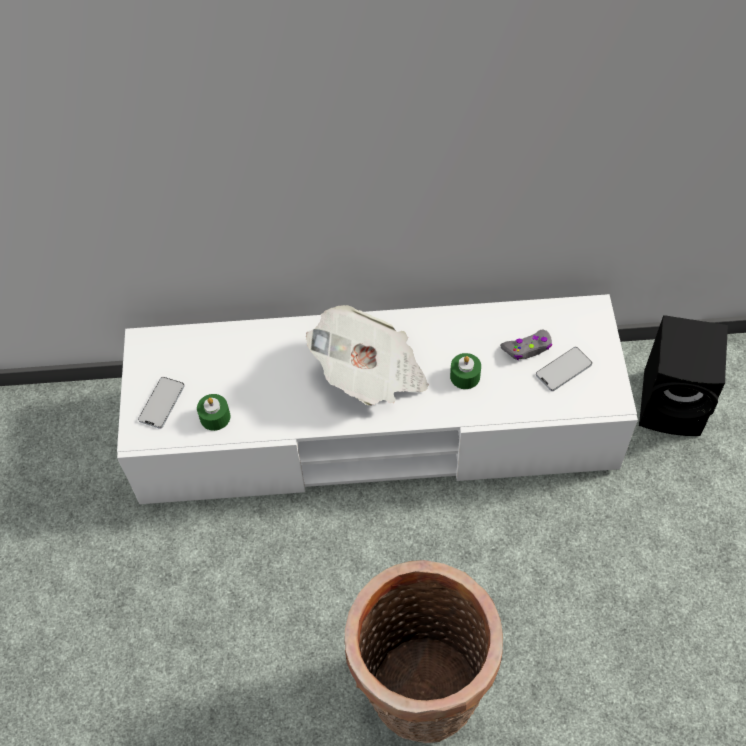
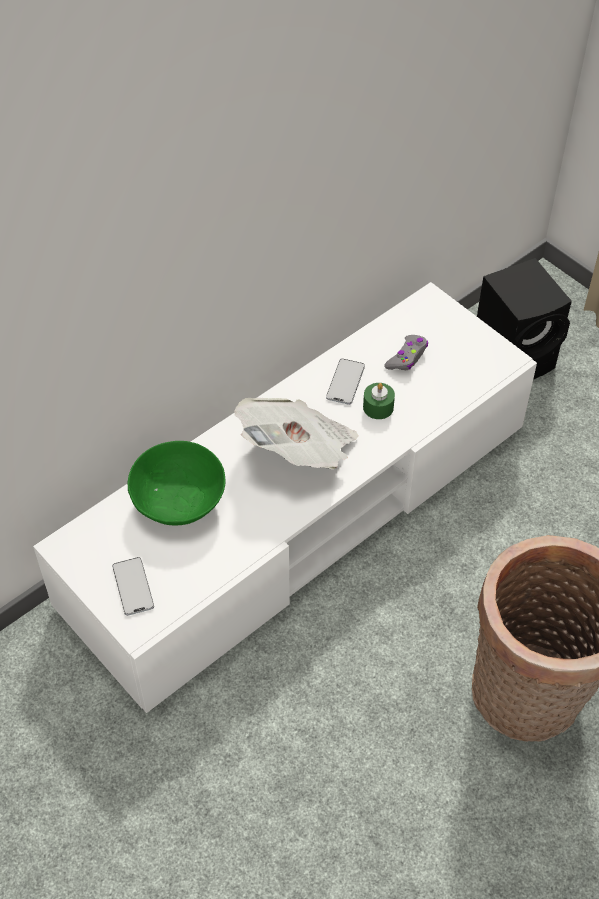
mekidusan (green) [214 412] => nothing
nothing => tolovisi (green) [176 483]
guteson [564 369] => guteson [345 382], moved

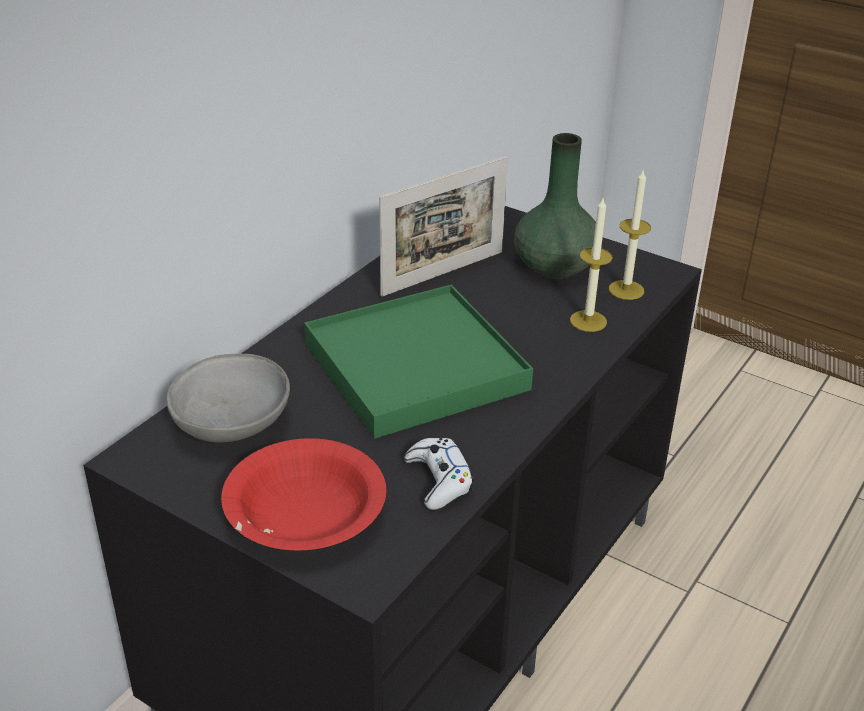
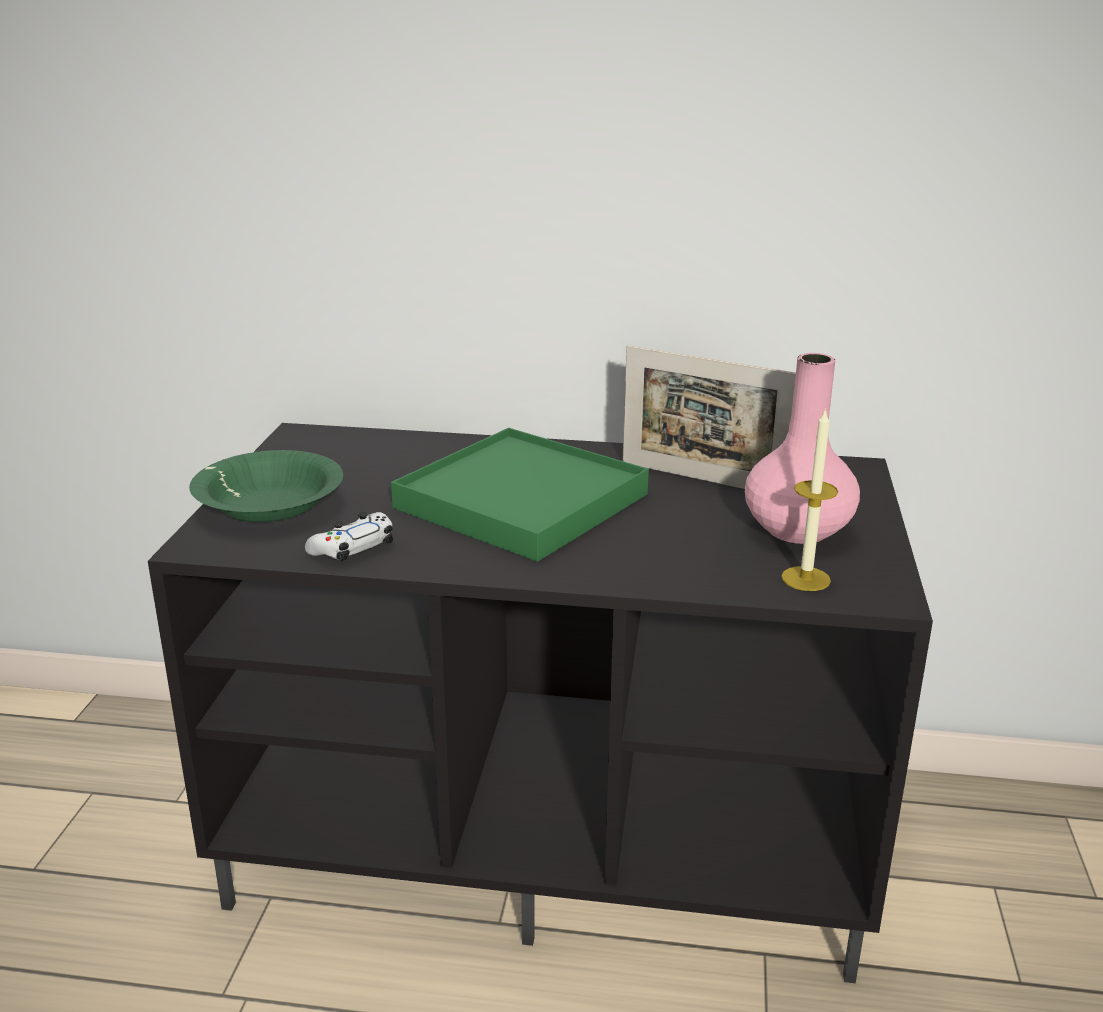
tolovisi (grey) [228 398] => nothing
mekidusan [591 264] => nothing
tolovisi (red) [303 494] => tolovisi (green) [266 486]
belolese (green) [555 206] => belolese (pink) [802 448]

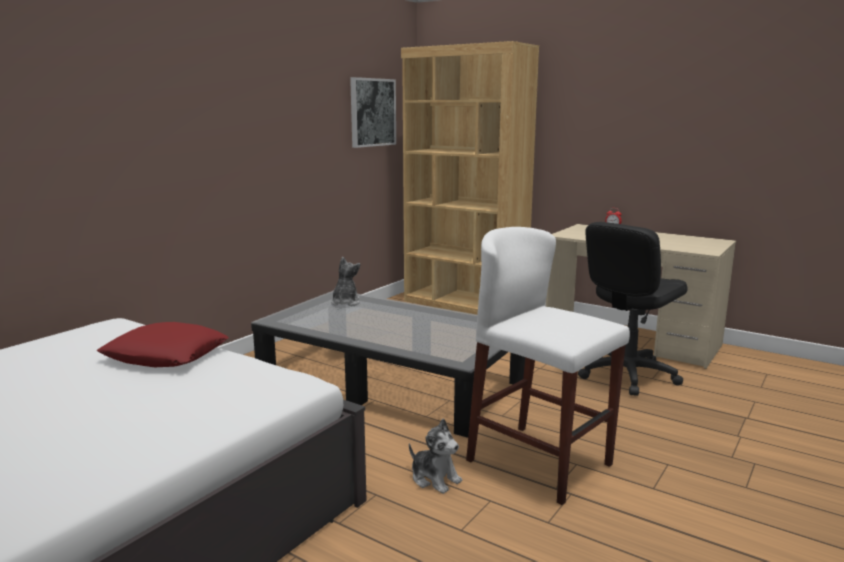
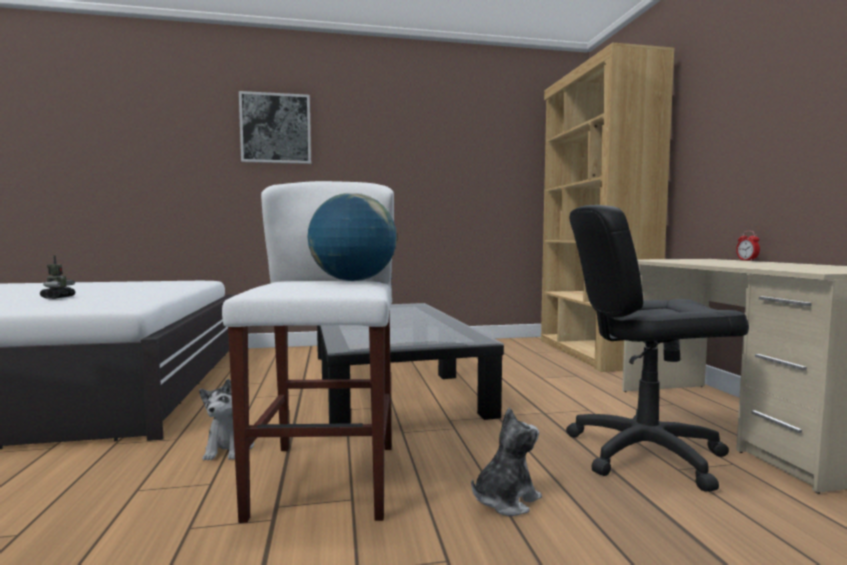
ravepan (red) [163 344] => nothing
nothing => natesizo [57 277]
nothing => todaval [352 237]
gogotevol [345 281] => gogotevol [506 462], moved
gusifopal [373 112] => gusifopal [275 127], moved

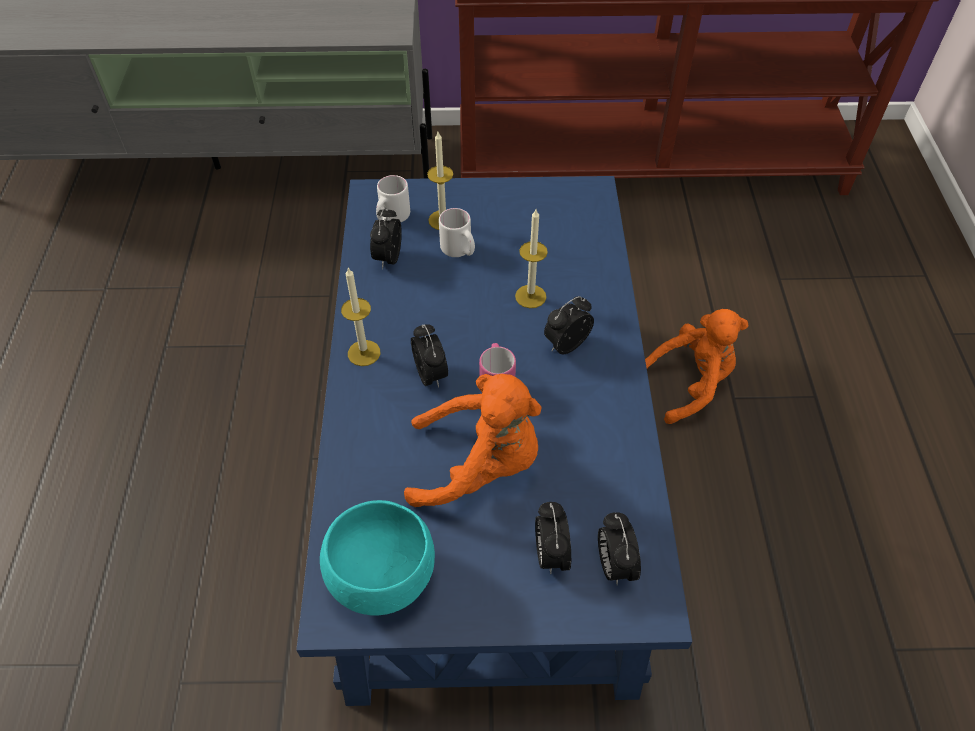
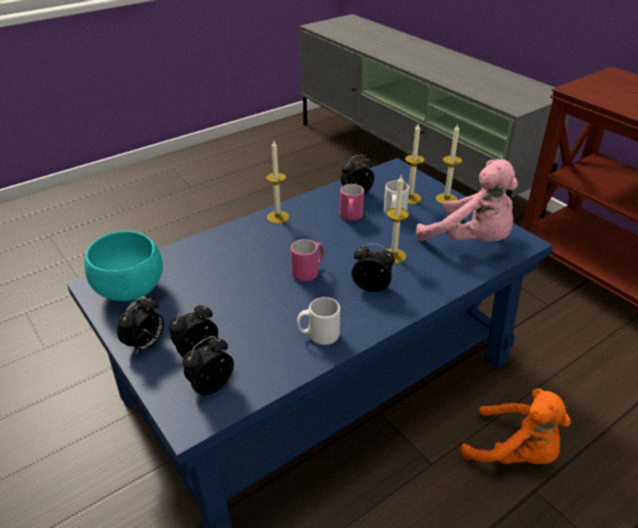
gogotevol (orange) [472 440] => nothing
nothing => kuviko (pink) [352 202]
nothing => gogotevol (pink) [467 200]
nothing => mekidusan [449 164]
kuviko (white) [393 198] => kuviko (white) [318 321], moved
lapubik [429 356] => lapubik [140 325], moved

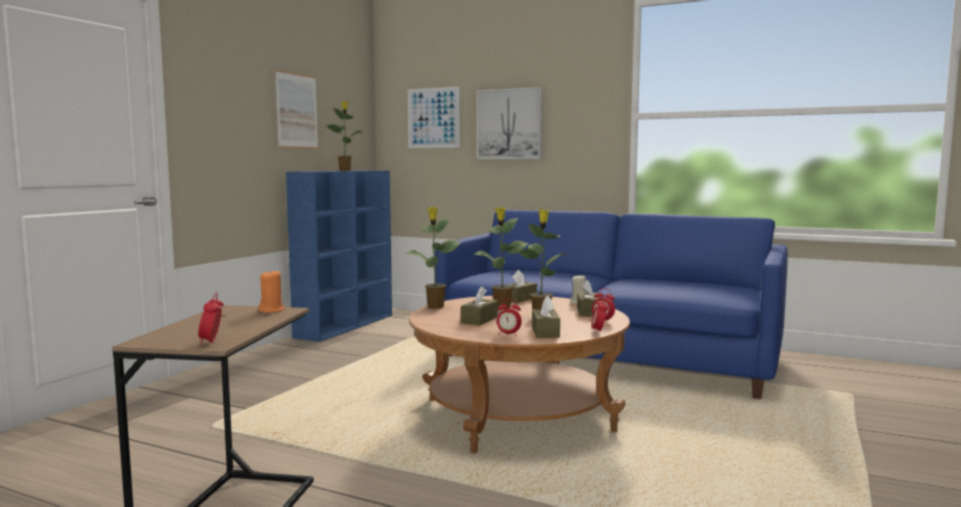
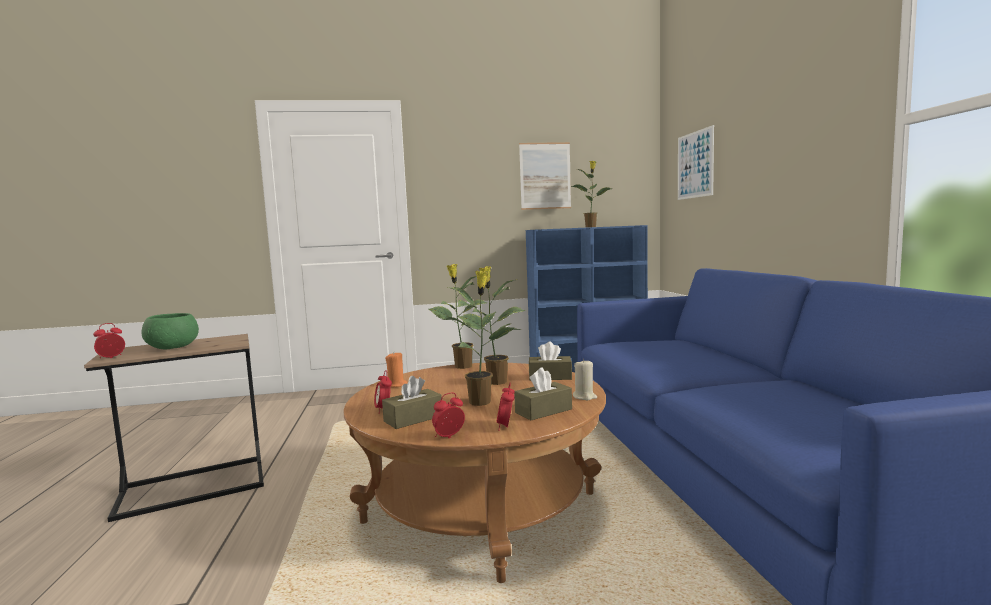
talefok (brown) [479 305] => nothing
gusifopal [510 123] => nothing
nothing => tolovisi (green) [170 331]
mekidusan (orange) [271 291] => mekidusan (orange) [396 370], moved

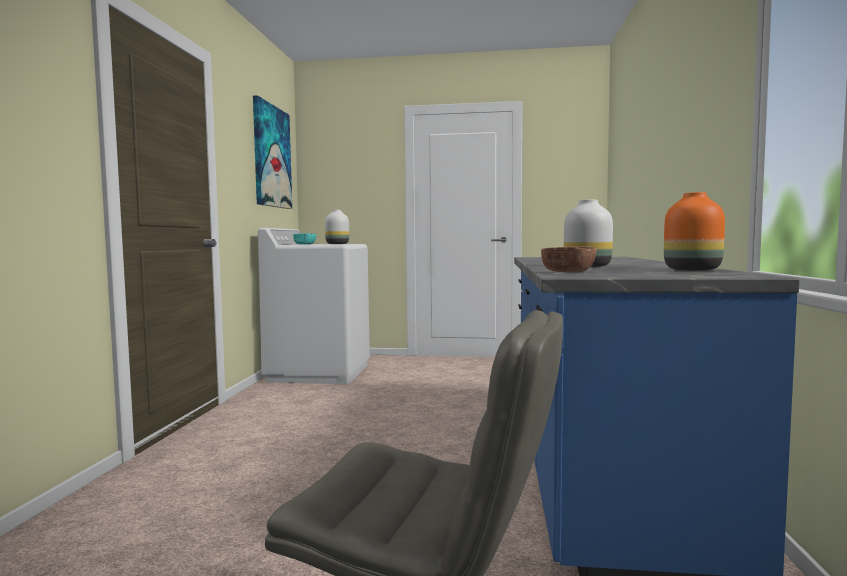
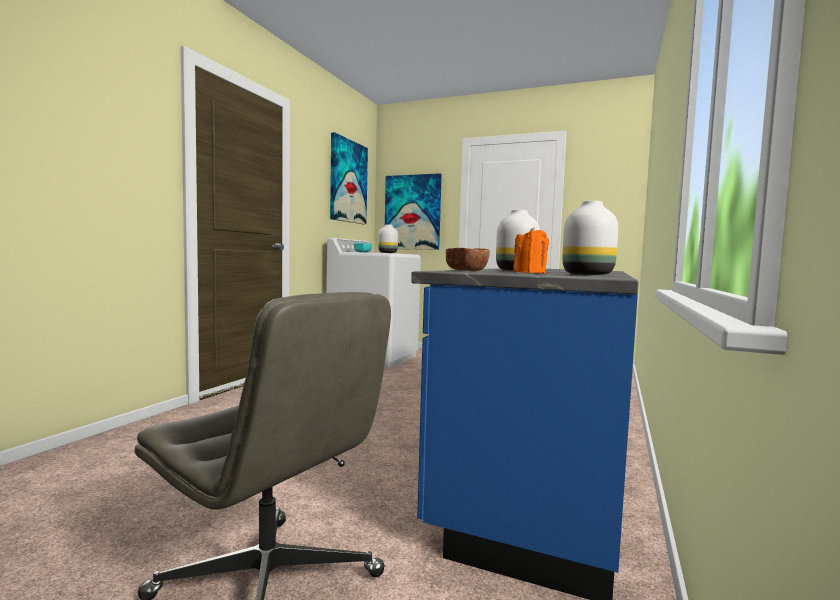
nothing => gusifopal [413 211]
nothing => mekidusan (orange) [531 250]
belolese (orange) [694 231] => belolese (white) [590 238]

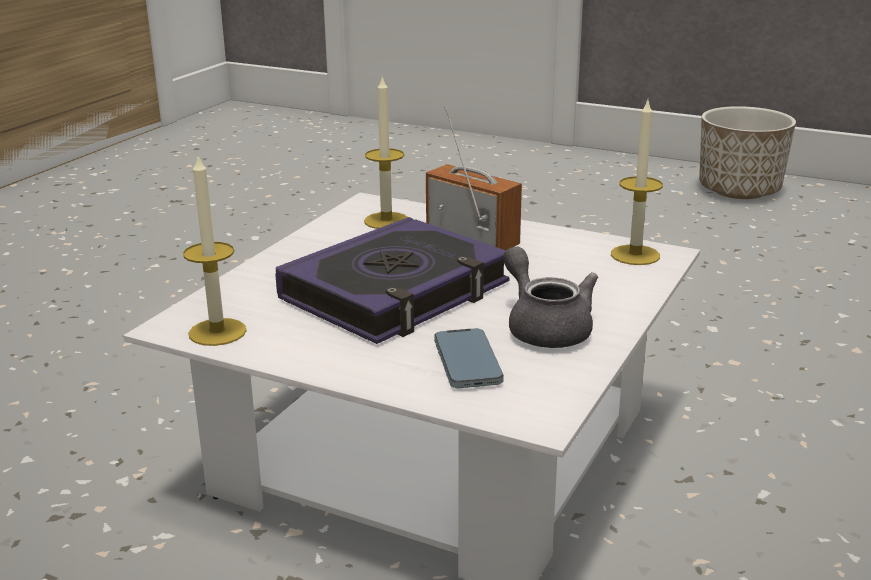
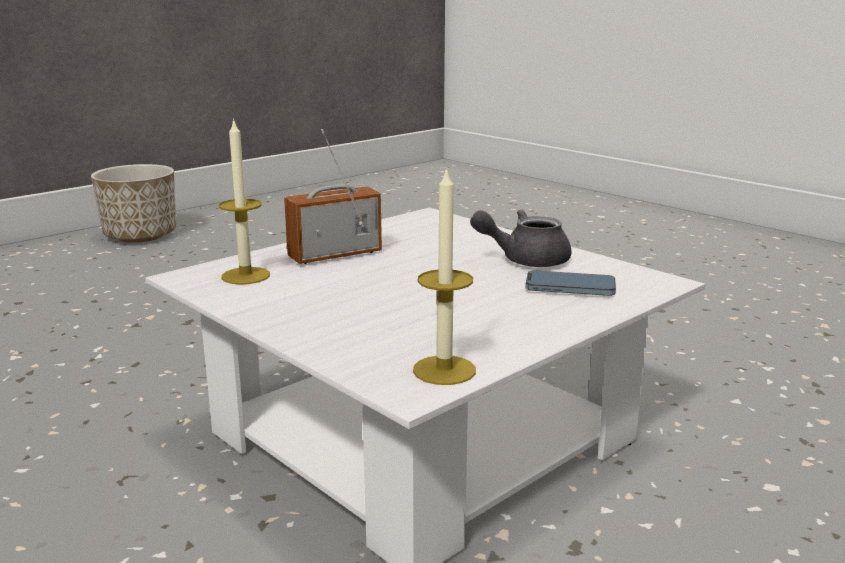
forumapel [392 280] => nothing
mekidusan [637 183] => nothing

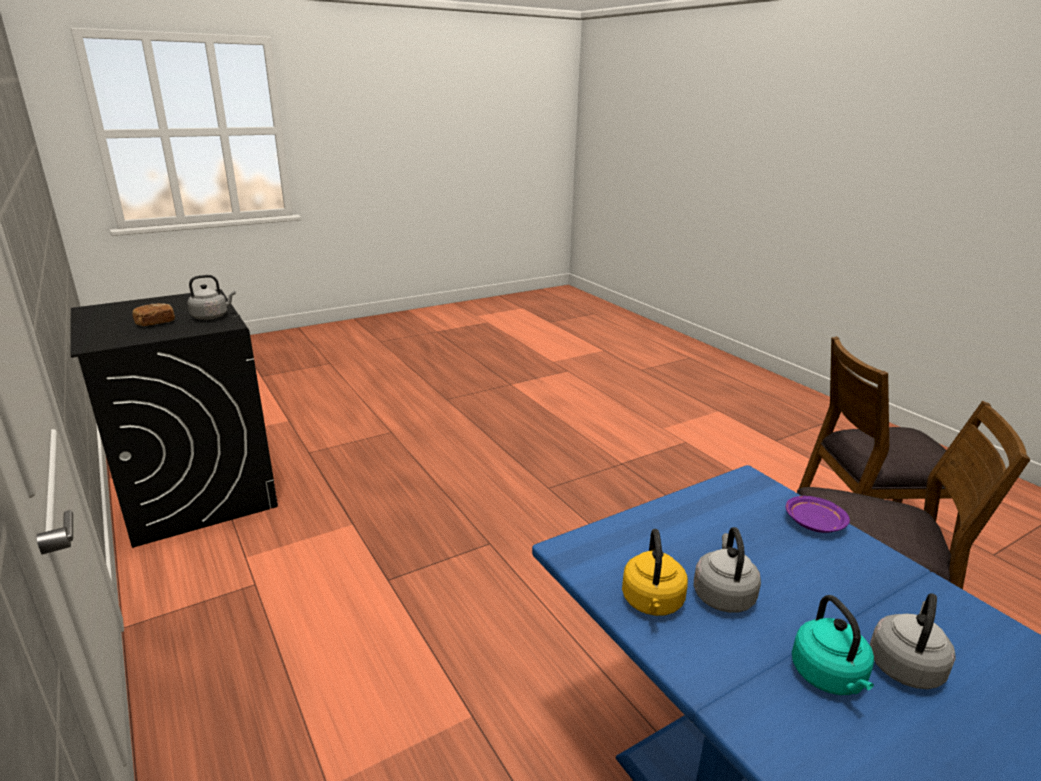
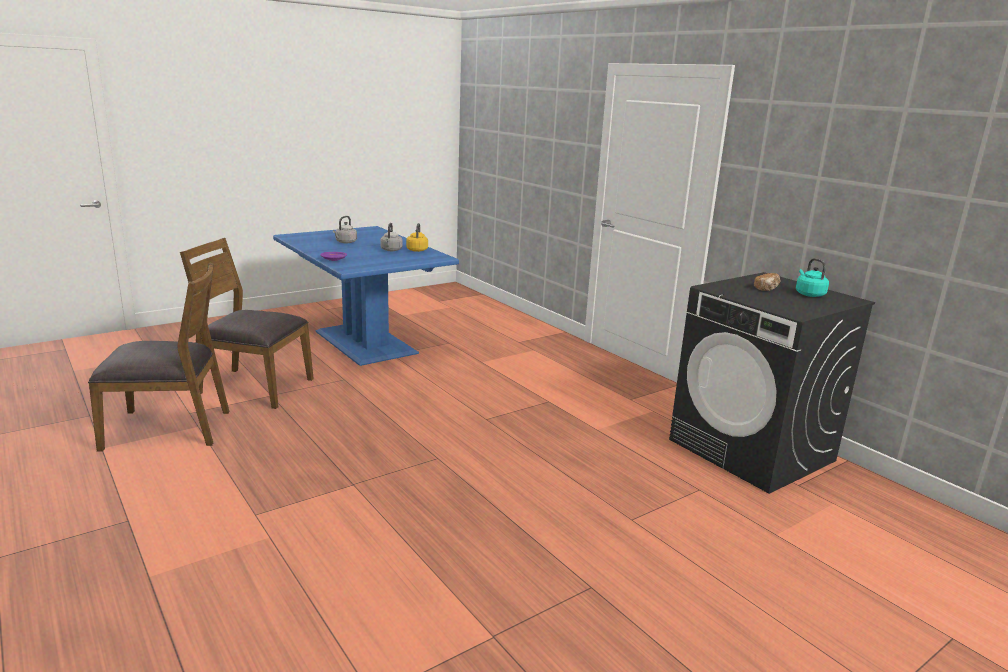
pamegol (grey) [211 297] => nothing
pamegol (turquoise) [833 645] => pamegol (turquoise) [812 277], moved

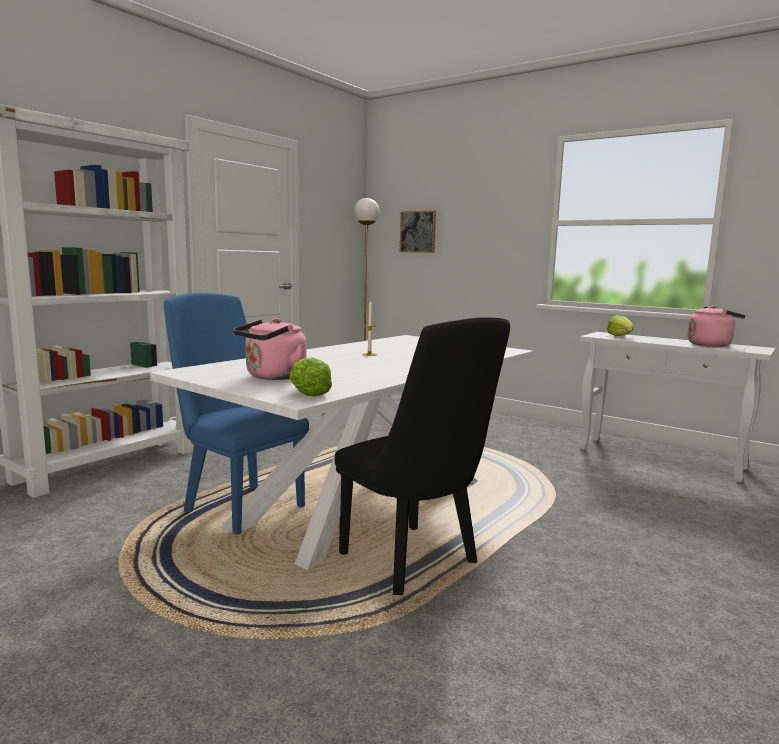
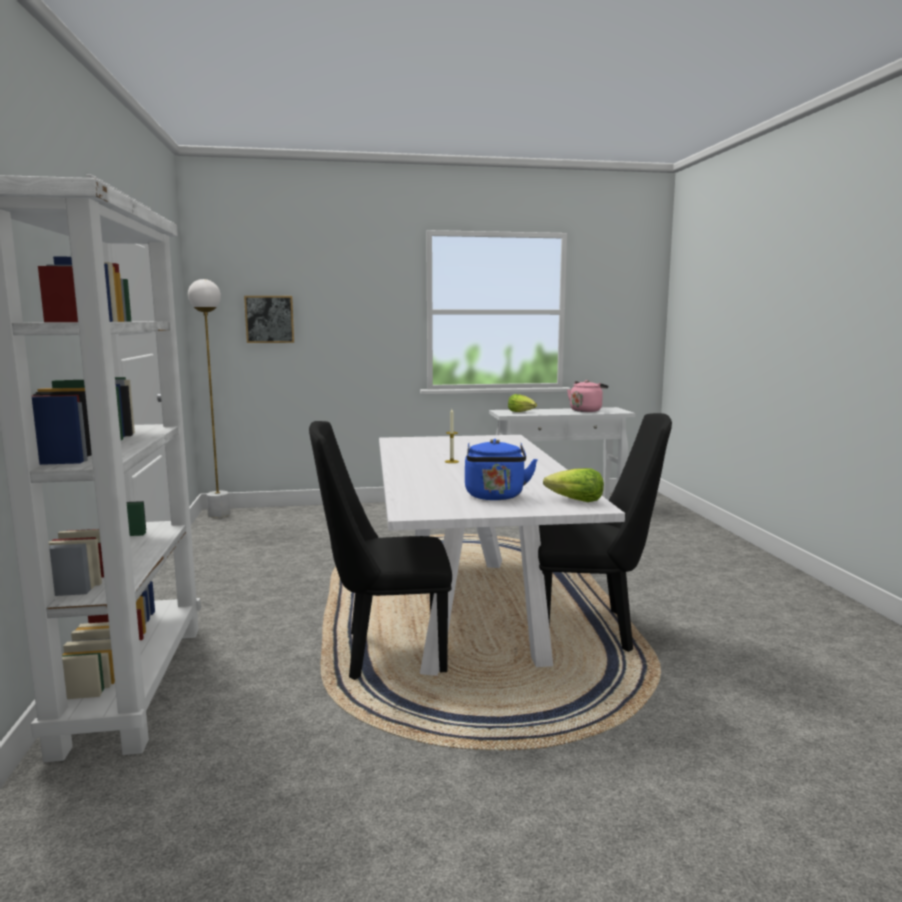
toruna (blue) [236 414] => toruna (black) [380 550]
pamegol (pink) [270 349] => pamegol (blue) [501 469]

